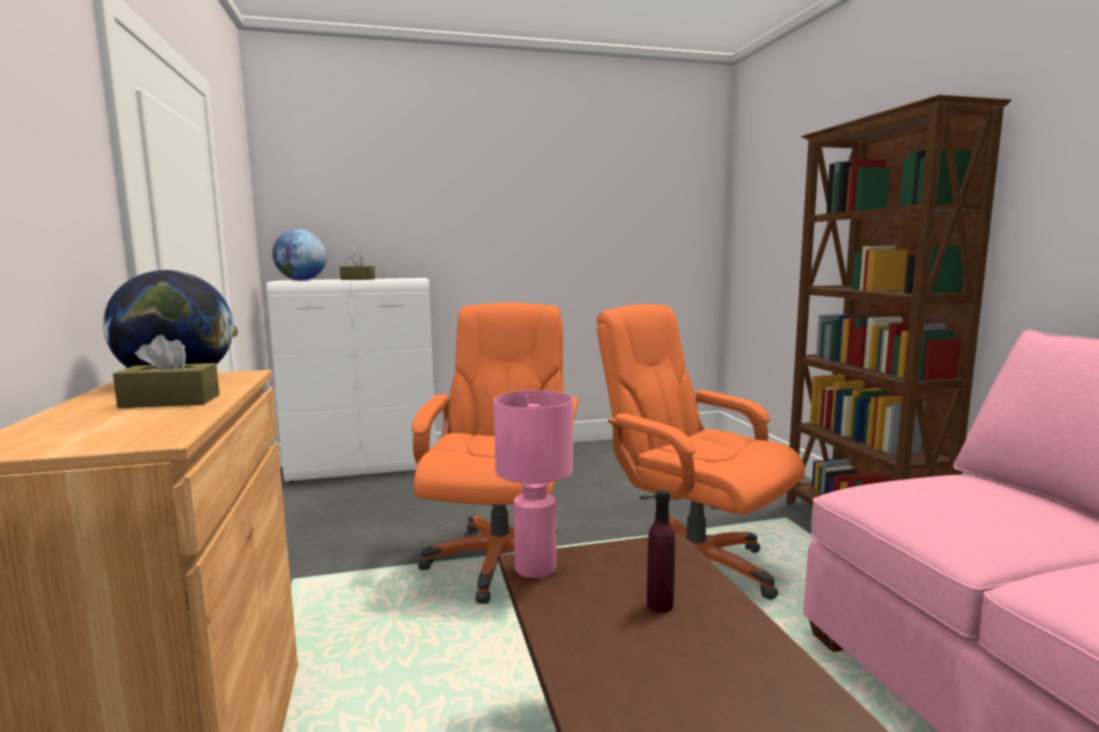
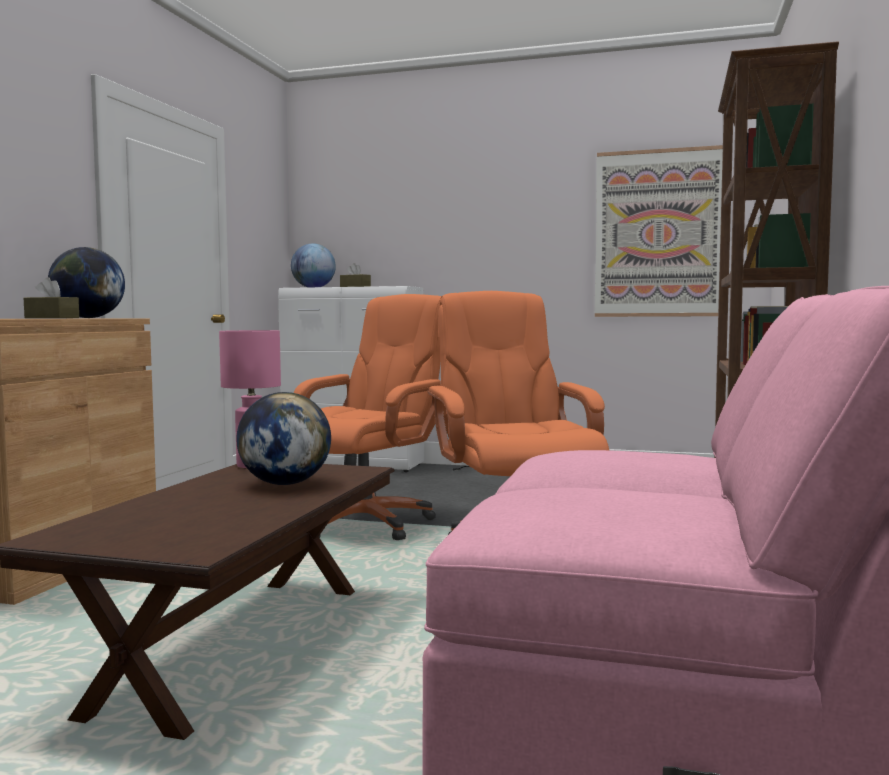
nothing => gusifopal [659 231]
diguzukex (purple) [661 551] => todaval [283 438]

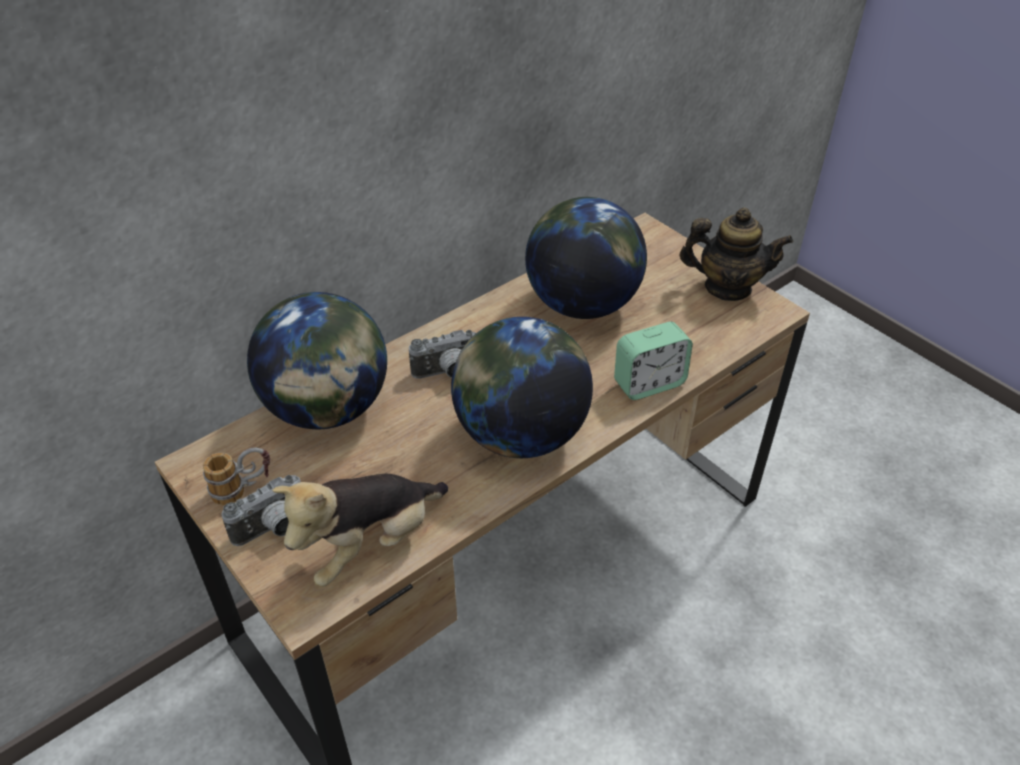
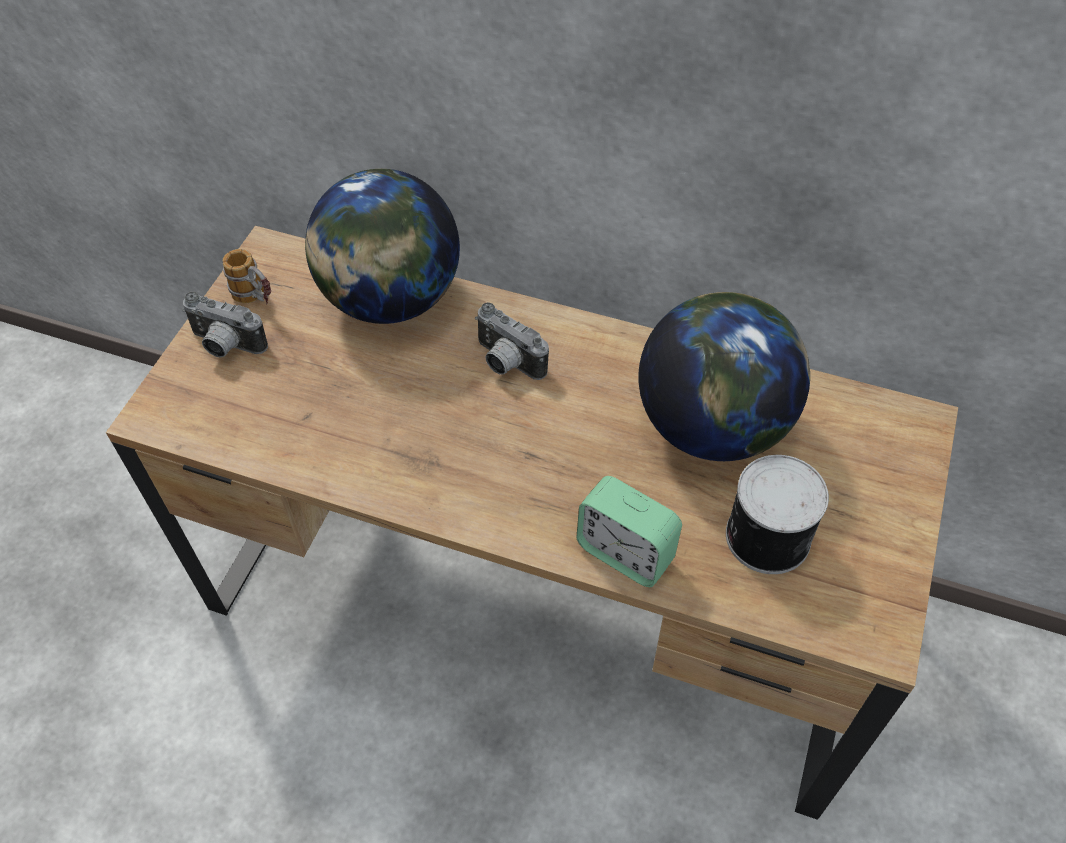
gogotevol [360 530] => nothing
todaval [522 387] => nothing
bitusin [736 254] => nothing
nothing => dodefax [777 514]

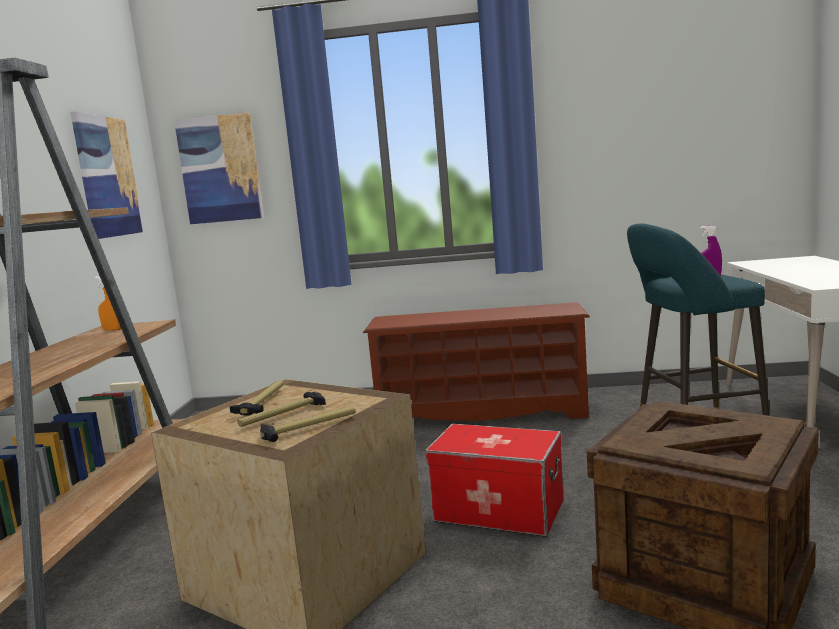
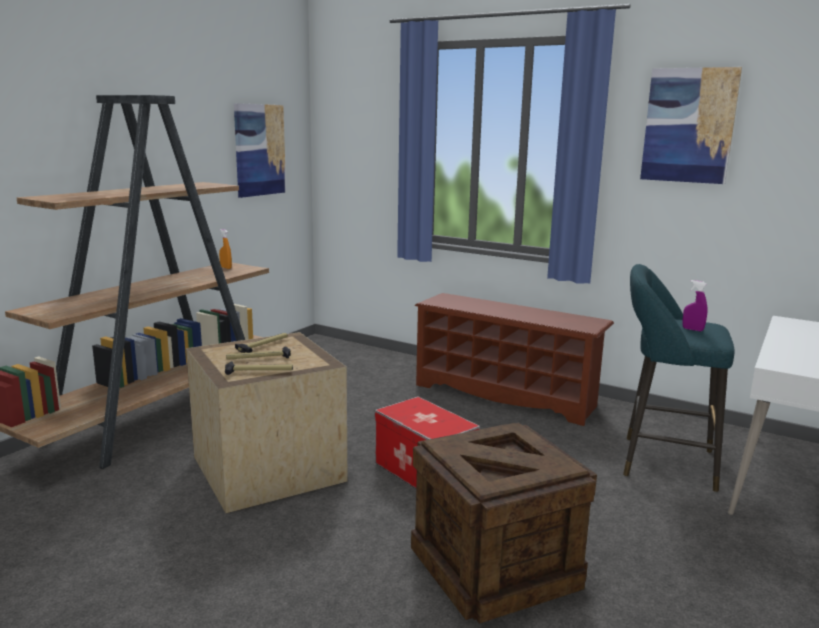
gusifopal [219 168] => gusifopal [691 125], moved

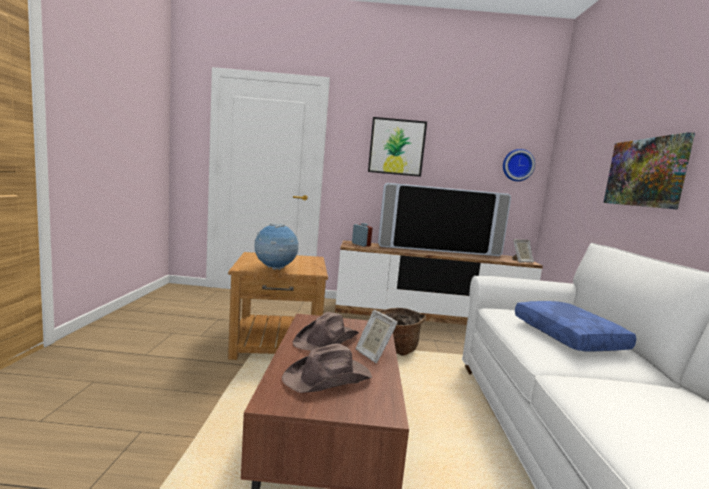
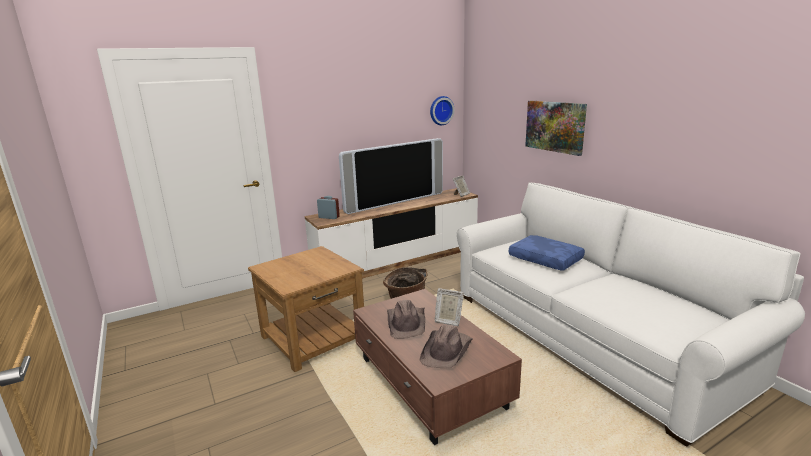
todaval [276 246] => nothing
gusifopal [397 147] => nothing

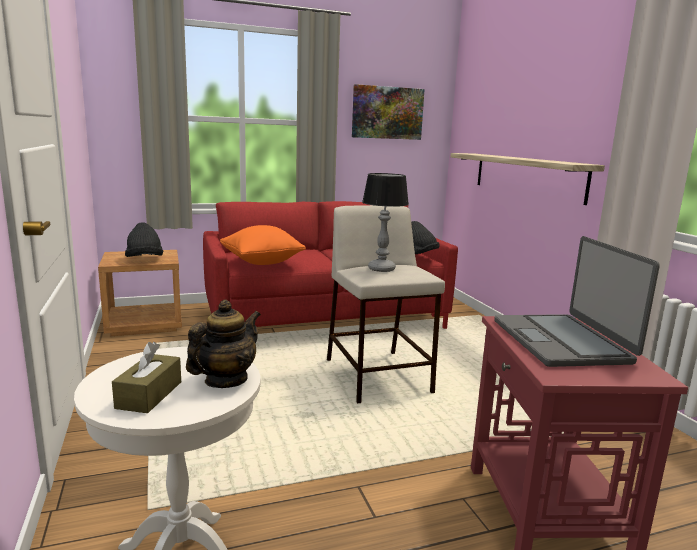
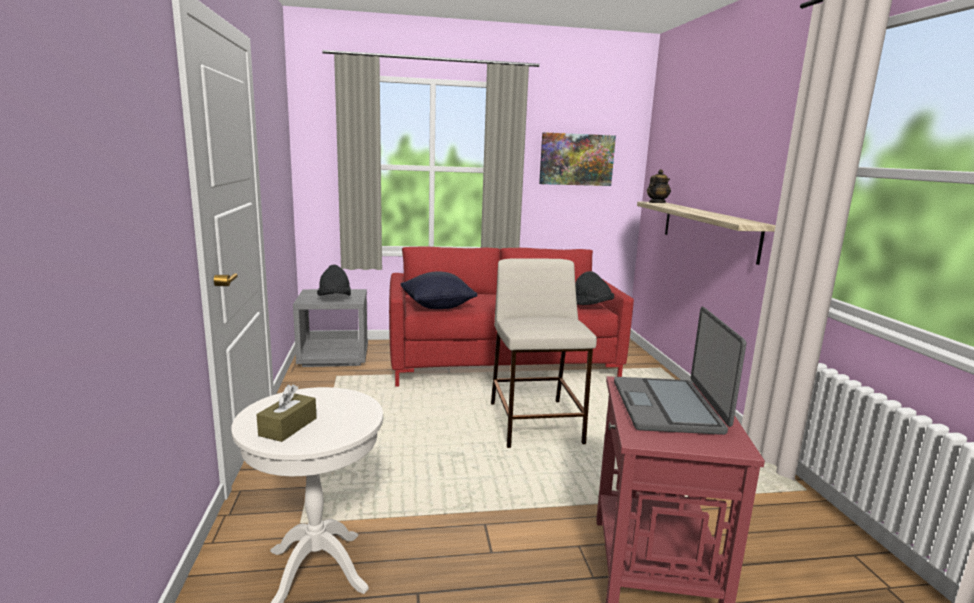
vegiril [385 222] => nothing
bitusin [223 344] => bitusin [659 186], moved
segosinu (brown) [140 293] => segosinu (grey) [330 328]
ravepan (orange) [263 245] => ravepan (black) [439 290]

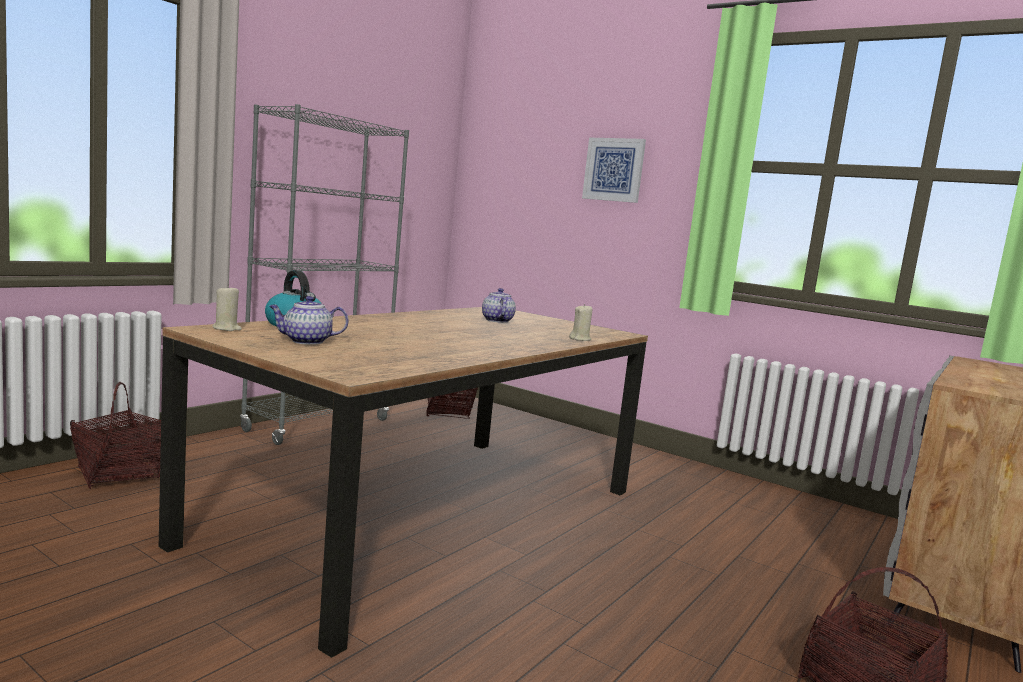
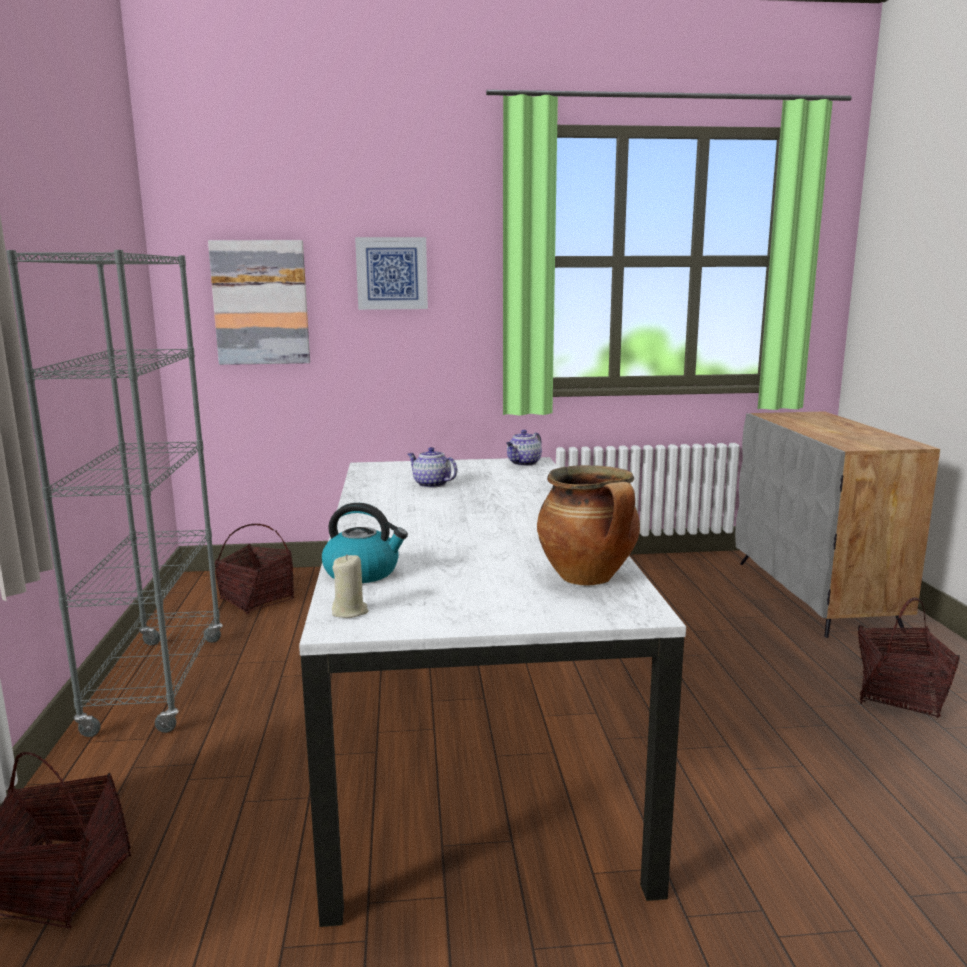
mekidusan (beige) [581 322] => nothing
nothing => gusifopal [259 302]
nothing => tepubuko [588 525]
bitusin [308 320] => bitusin [524 448], moved
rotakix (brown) [403 482] => rotakix (white) [492 692]

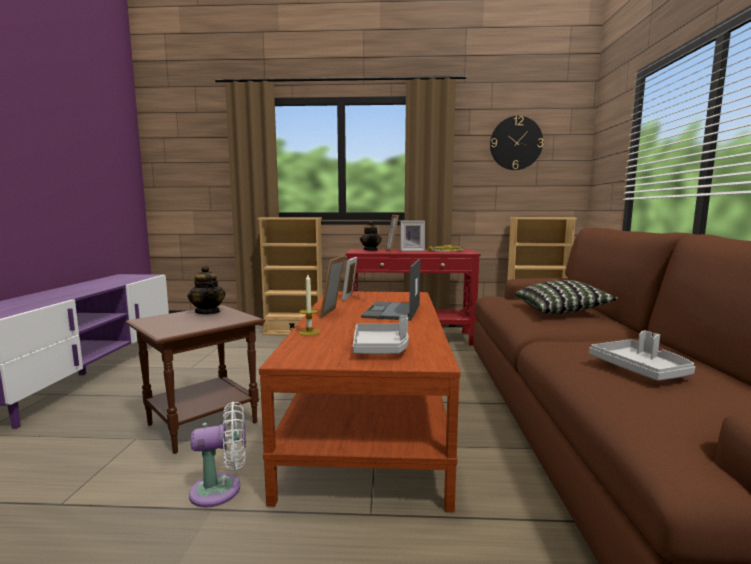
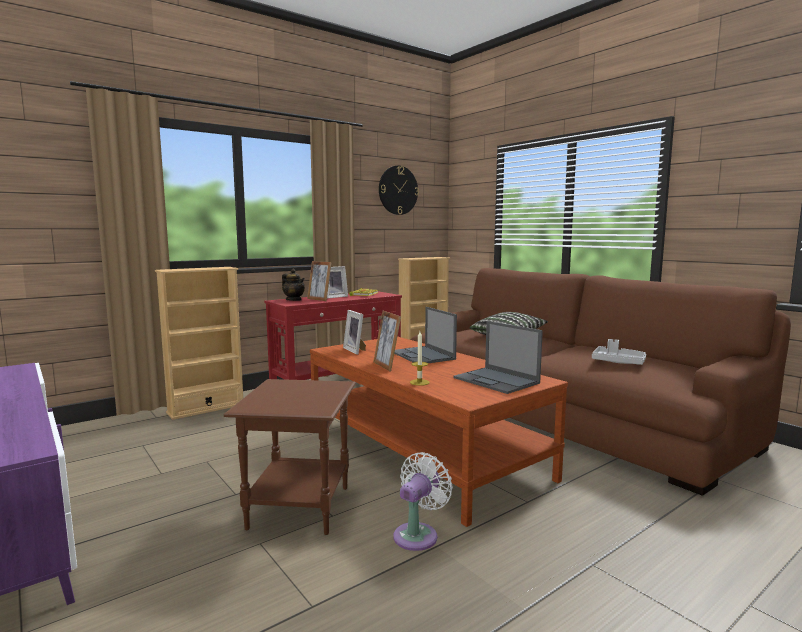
bitusin [206 289] => nothing
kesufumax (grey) [381 334] => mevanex [498 357]

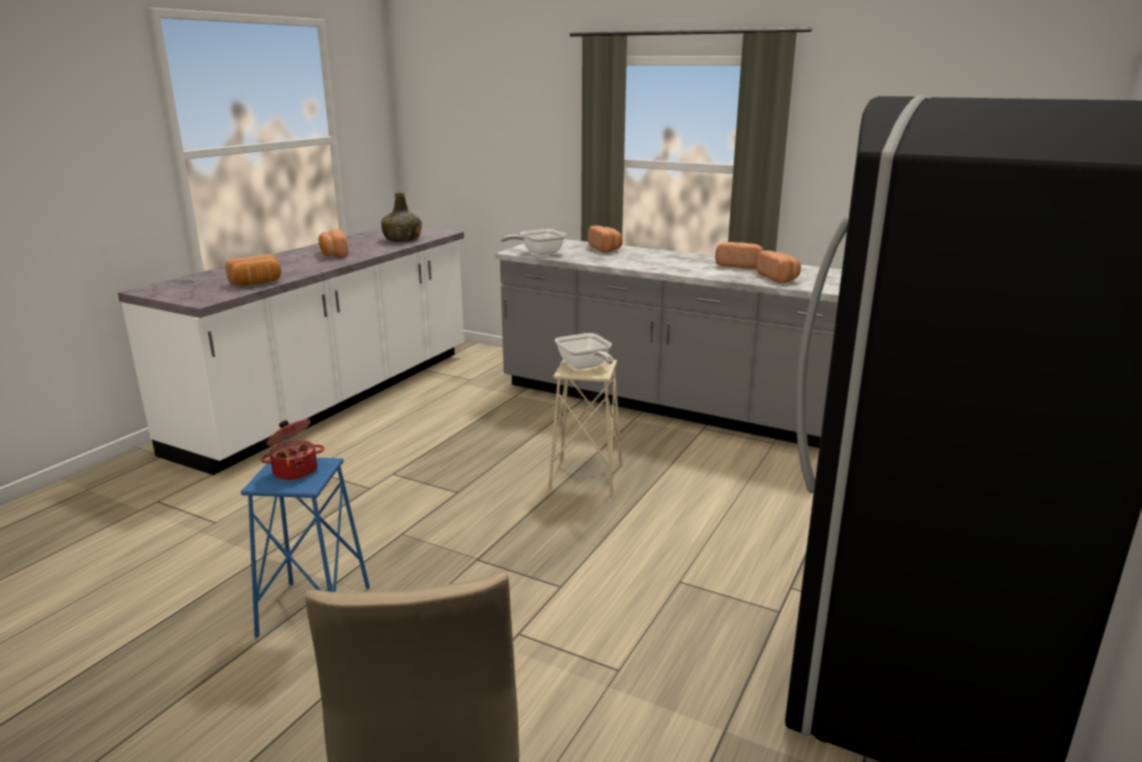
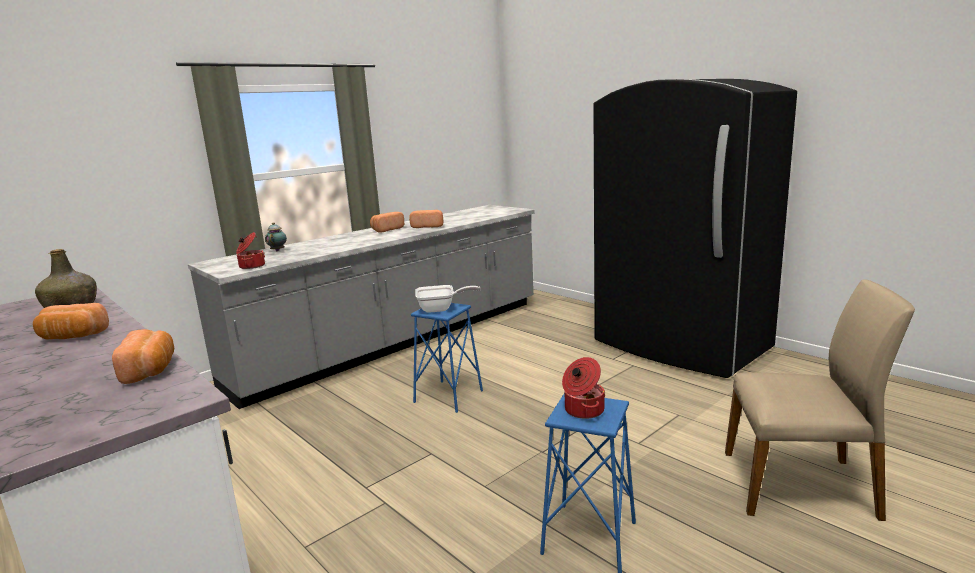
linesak [533 242] => tepubuko [250 250]
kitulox [605 239] => bitusin [276 236]
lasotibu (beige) [585 427] => lasotibu (blue) [447 358]

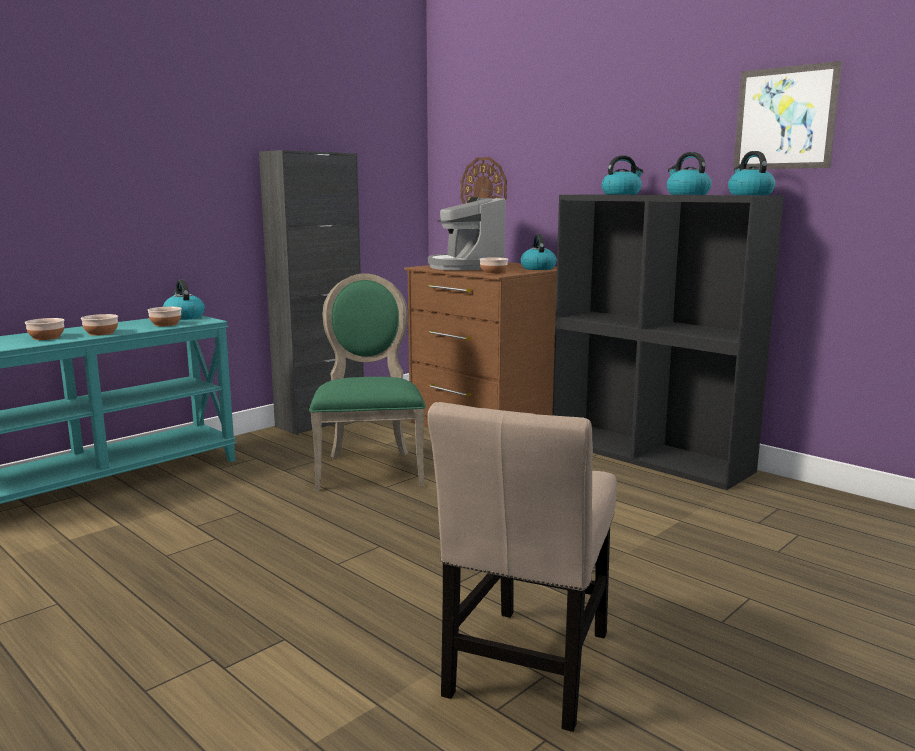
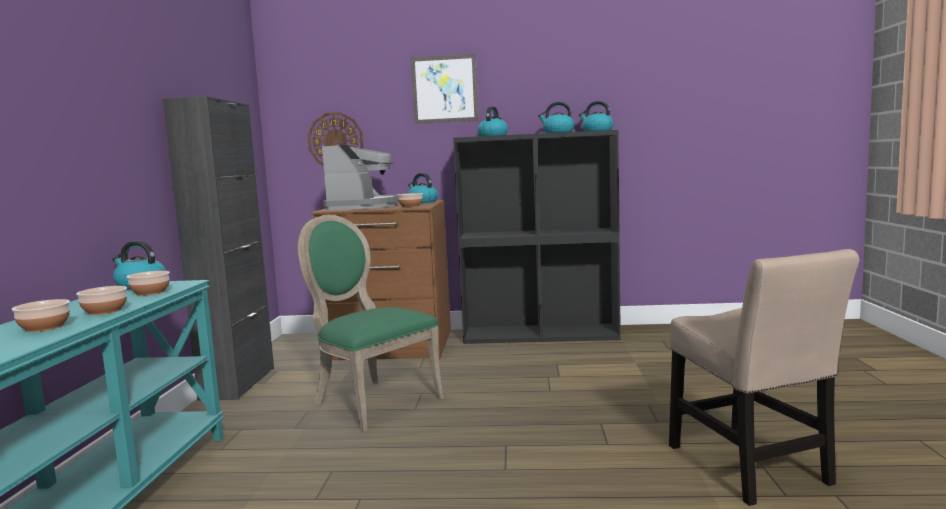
gusifopal [787 115] => gusifopal [444 89], moved
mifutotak [466 233] => mifutotak [360 177], 120 degrees counterclockwise

